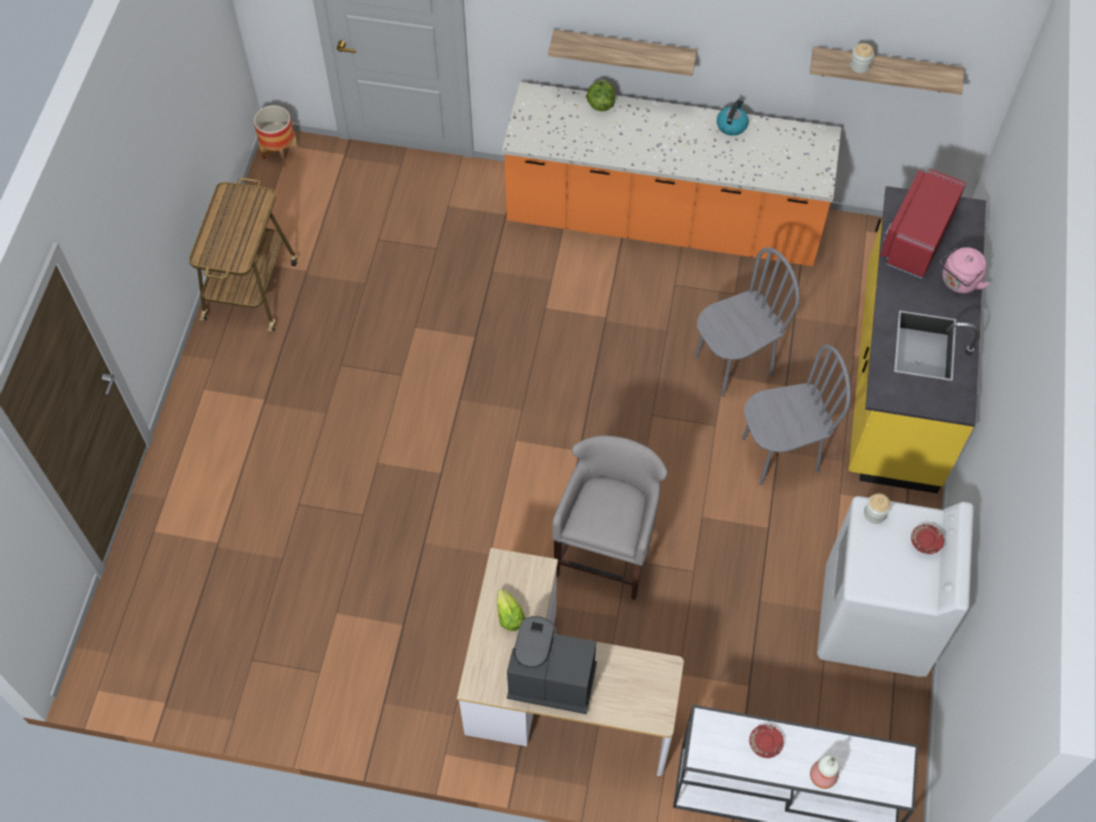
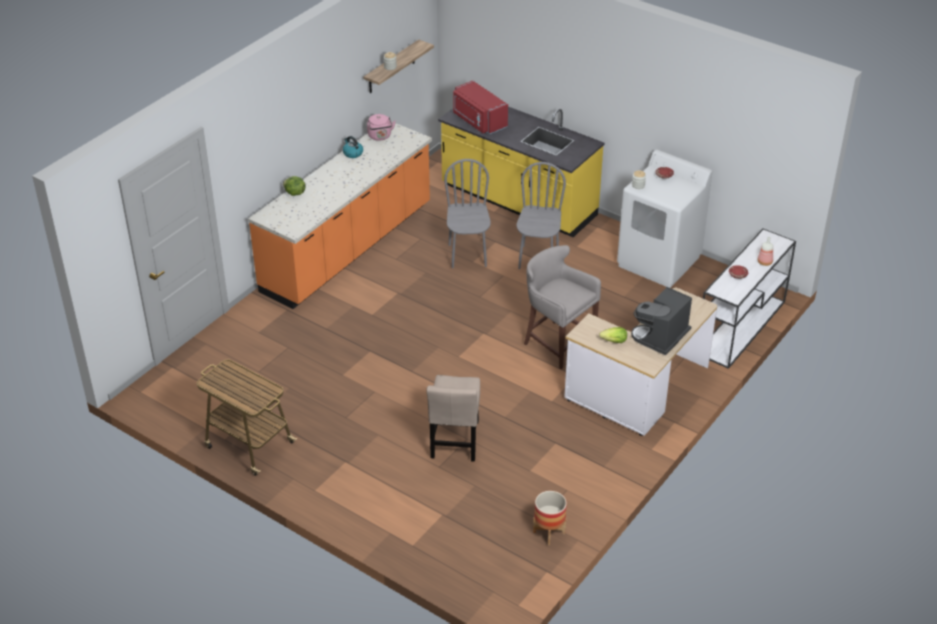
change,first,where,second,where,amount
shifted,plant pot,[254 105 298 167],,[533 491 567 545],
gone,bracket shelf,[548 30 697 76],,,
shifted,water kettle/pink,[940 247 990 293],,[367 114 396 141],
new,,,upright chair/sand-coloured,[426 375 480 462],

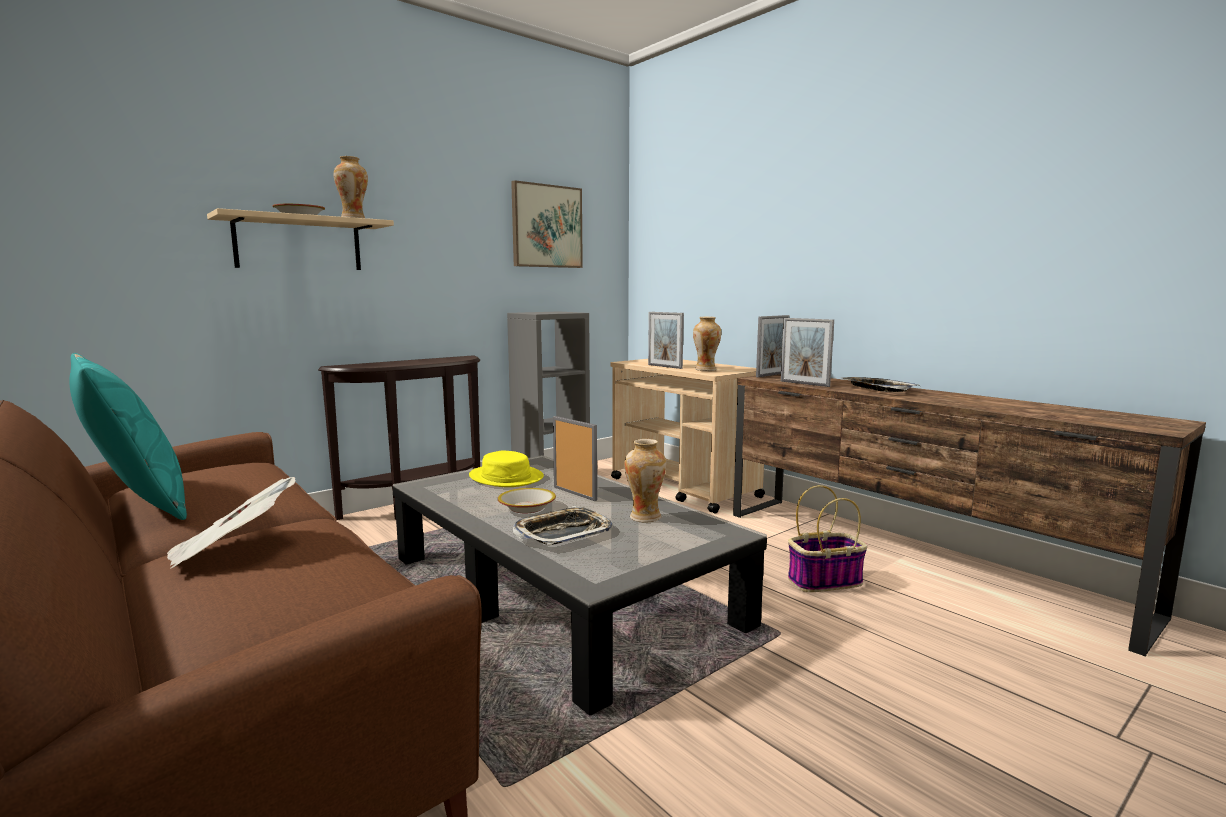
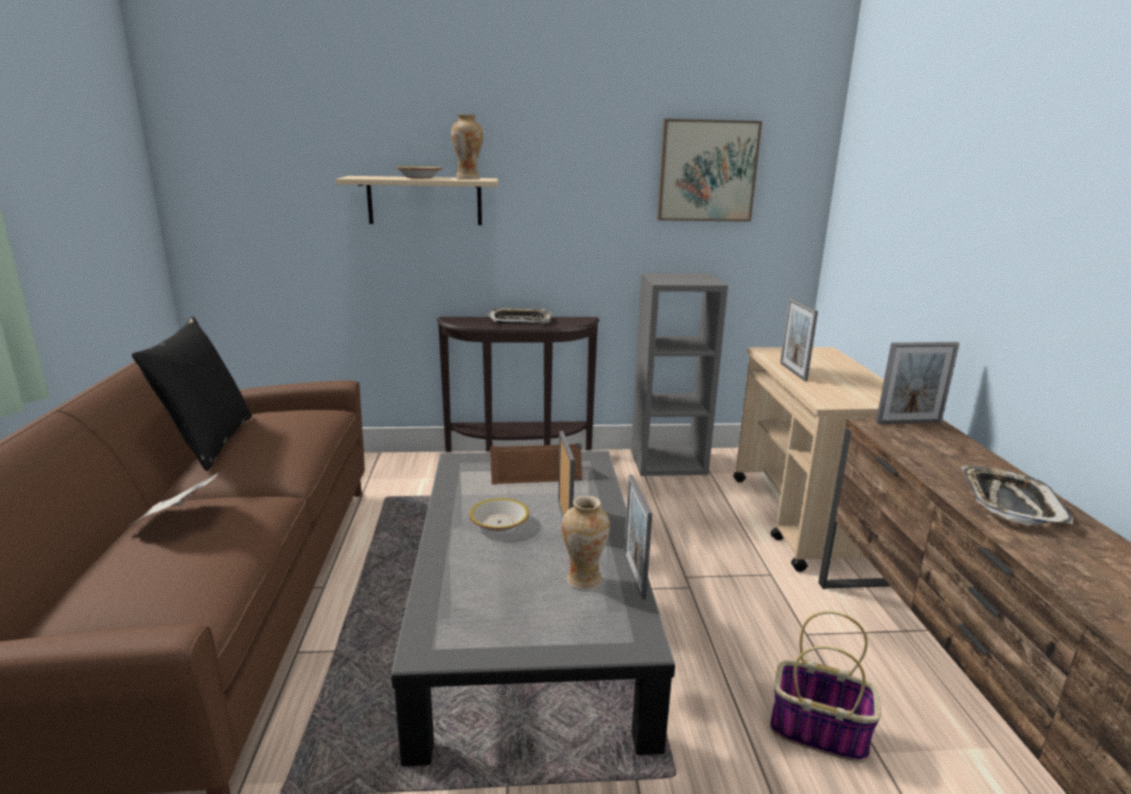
change,first,where,second,where,amount
repainted,cushion/blue-green,[69 353 187 520],cushion/black,[132 316 252 471],
swapped,hat/yellow,[469 450 544 487],speaker/brown-coloured,[490 443 583 484],
shifted,tray,[513 506 613 546],,[487 308 552 325],
gone,vase,[693 317 721 371],,,
shifted,standing frame,[781 318 834 387],,[624 475 652 599],

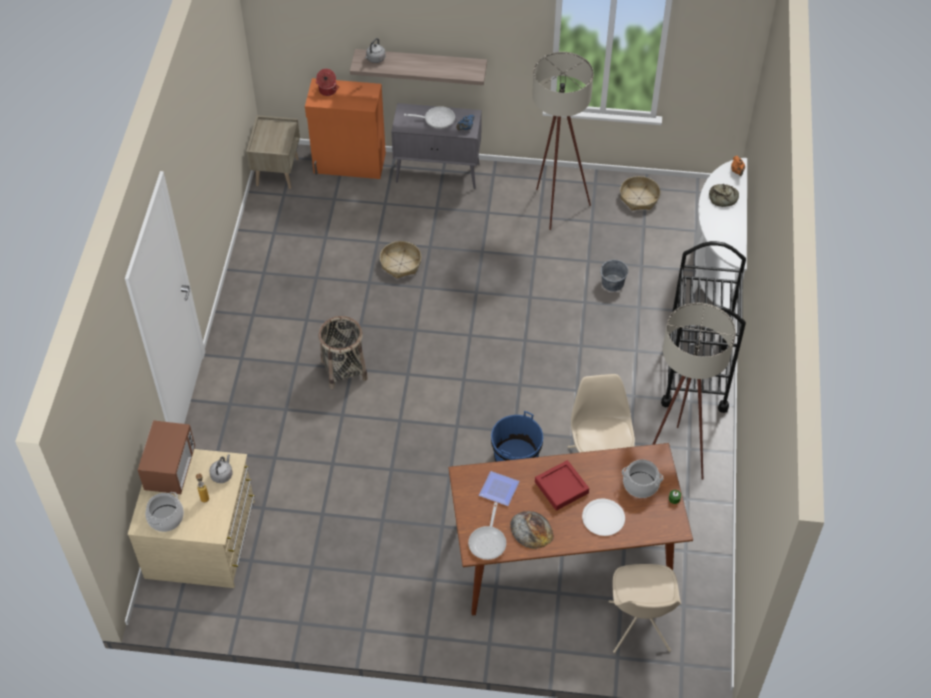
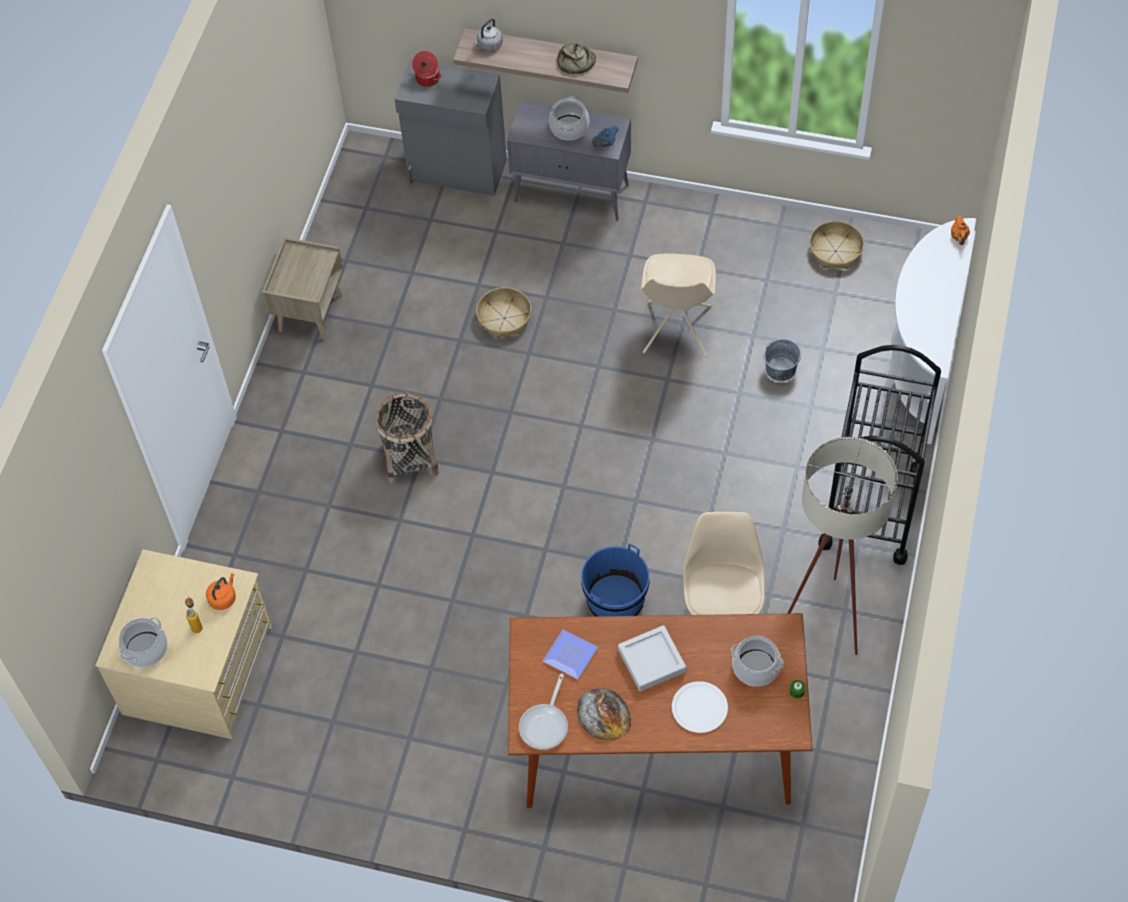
change,first,where,second,where,amount
gone,microwave,[137 420 195 494],,,
repainted,water kettle/greyish,[209 454 233 483],water kettle/orangey,[206 573 236 610],
shifted,nightstand/sand-coloured,[246 115 300 189],,[262 237 343 340],
repainted,cabinet/orangey,[305 78 386 179],cabinet/greyish,[395 59 507 196],
swapped,pan,[404 106 455 129],stockpot,[549 97 589 141],
gone,standing lamp/sand-coloured,[532 52 593 230],,,
repainted,tray/red,[535 460 589 511],tray/greyish,[618 625 686 692],
shifted,upright chair/sand-coloured,[609 564 681 653],,[641 254 716 358],
shifted,baked bread,[709 184 739 207],,[557 43 596 74],

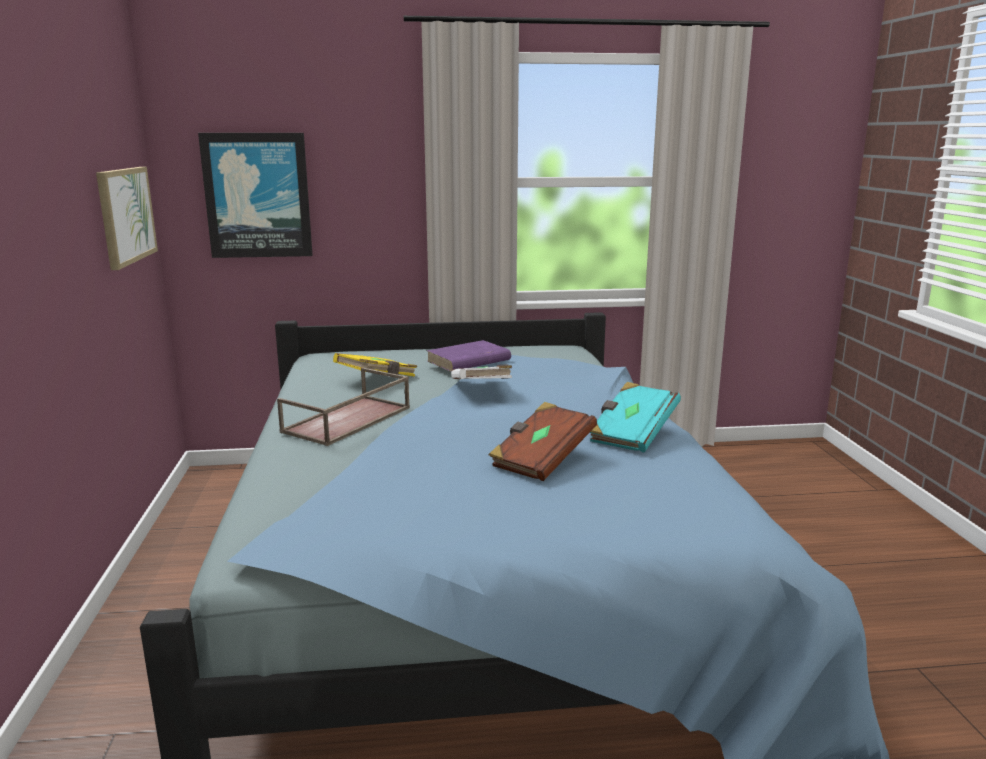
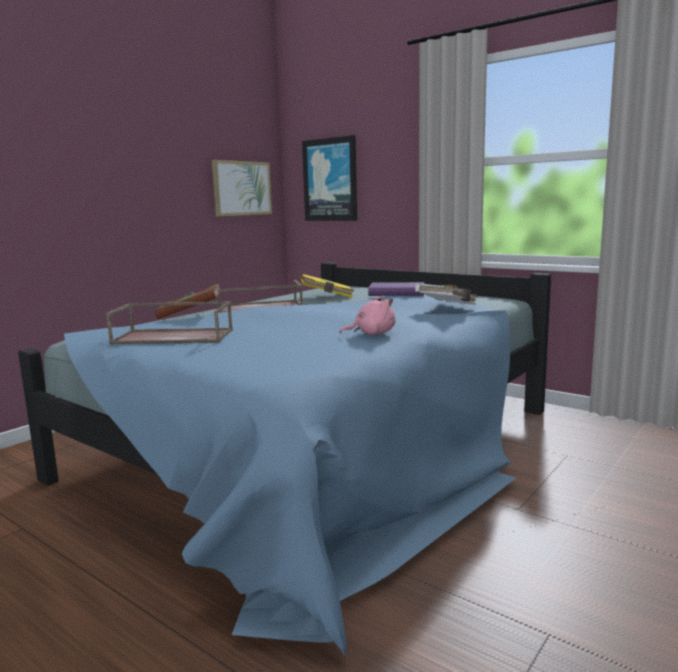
change,first,where,second,where,amount
shifted,book/whitish,[451 364 512 379],,[415 284 478 305],
shifted,book/brown-coloured,[489 402 597 481],,[155 285 220 319],
swapped,book/blue-green,[590 382 681 452],soft toy/pink,[340 296 396 335],
new,,,tray/brown-coloured,[106 301 233 344],

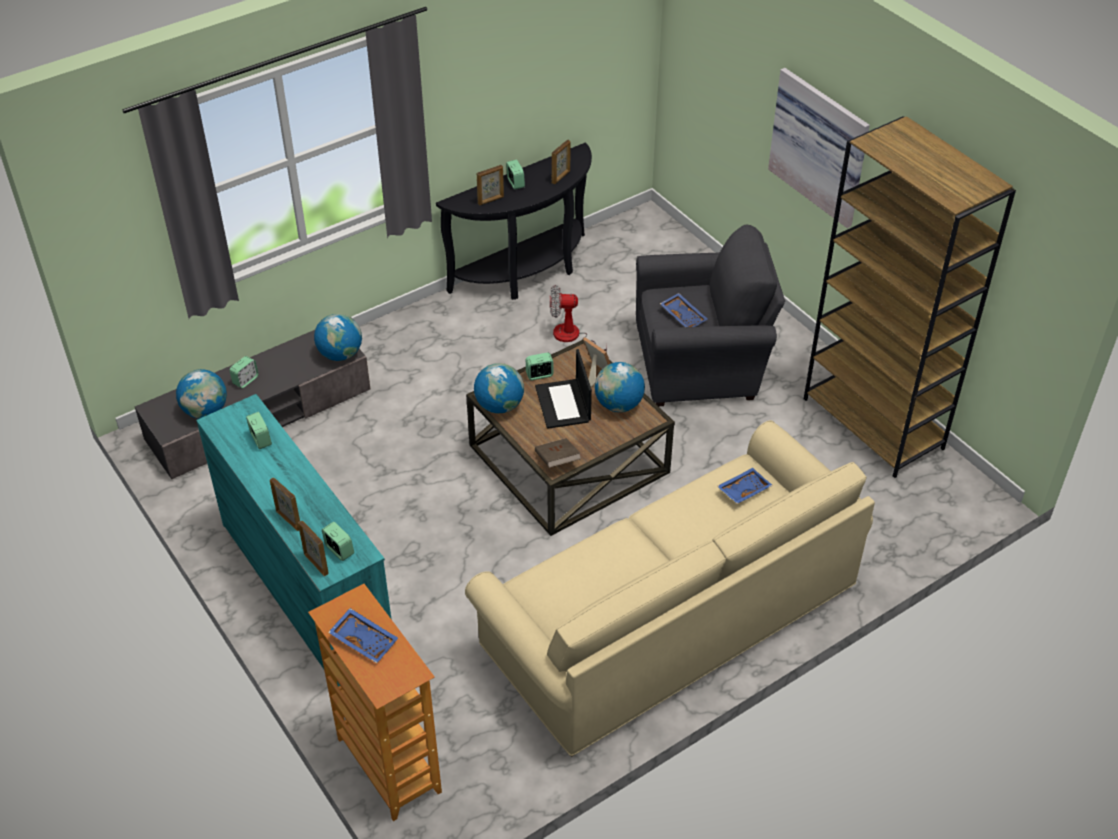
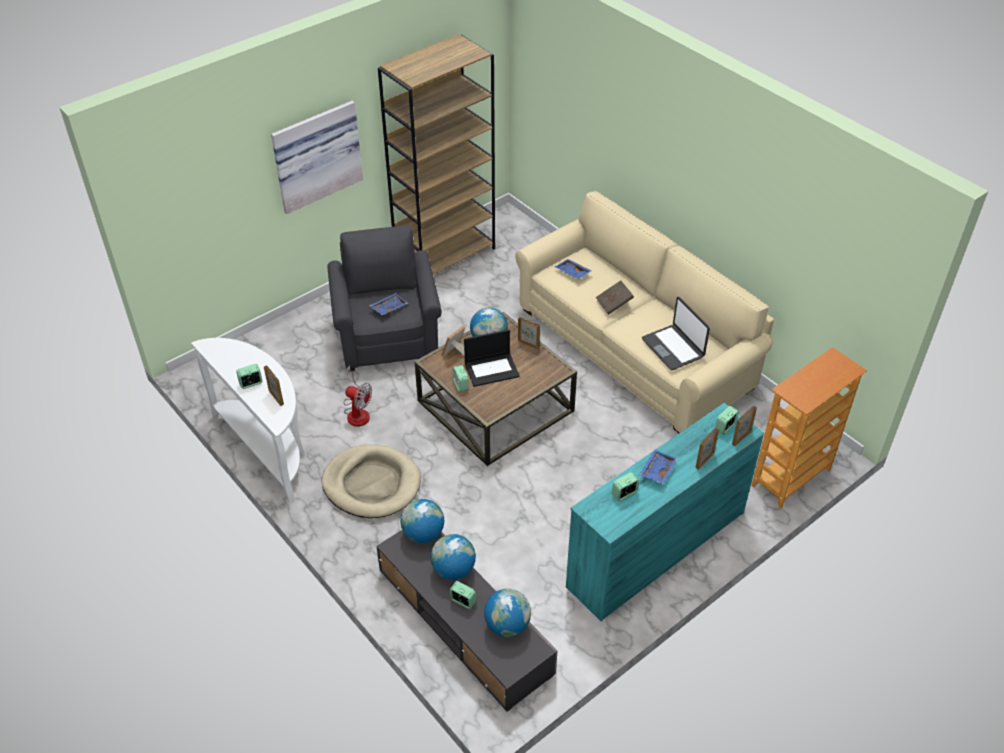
change,first,where,second,where,amount
shifted,tray/blue,[328 608 398 663],,[639 449 678 484],
repainted,console table/black,[436 143 592 300],console table/whitish,[191 338 305 502],
shifted,desk globe,[474 363 524 413],,[431 534 476 580],
shifted,book/brown-coloured,[535 438 581 468],,[595 281 634 315],
rotated,cooling fan,[550 285 607 352],,[344 365 372 427],60 degrees counterclockwise
shifted,standing frame,[552 140 570 184],,[518 317 540 350],
new,,,dog cushion/sand-coloured,[321 444 421 518],
new,,,notebook computer,[642 297 710 370],

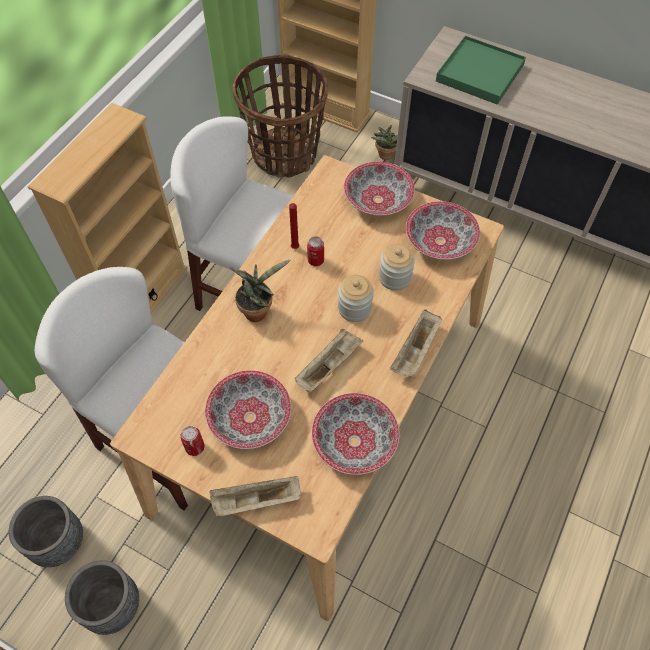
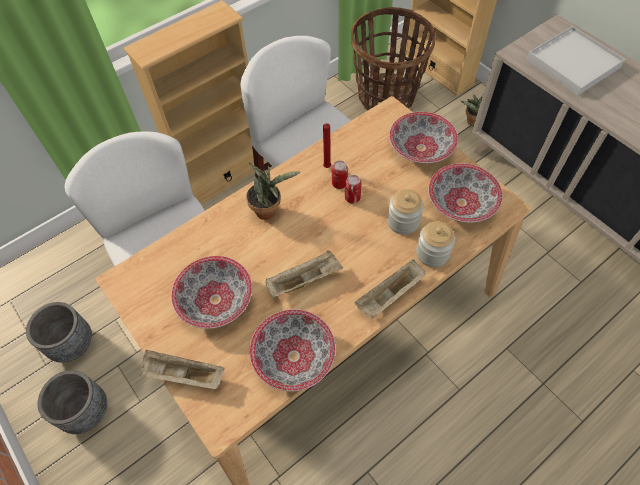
change,first,where,second,where,amount
shifted,can,[180 426 205 456],,[345 175 361 203],
shifted,jar,[338 275 374 322],,[416 221 455 267],
repainted,tray/green-coloured,[436 36 526 105],tray/whitish,[526 26 625 96],

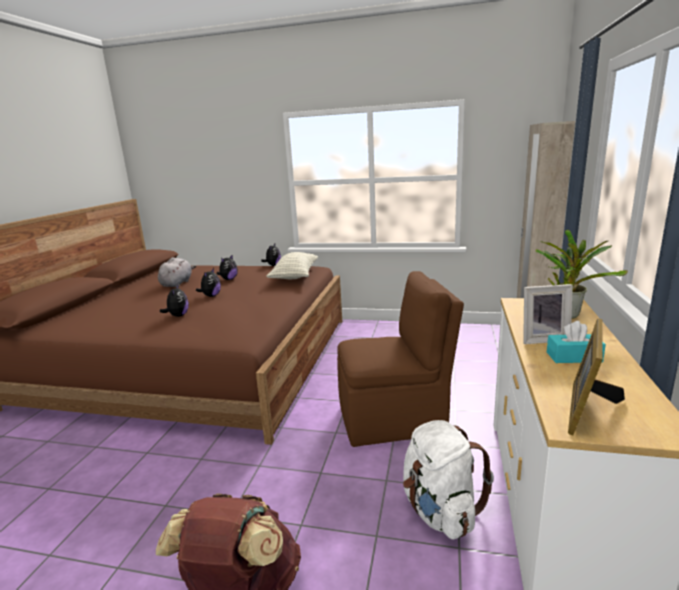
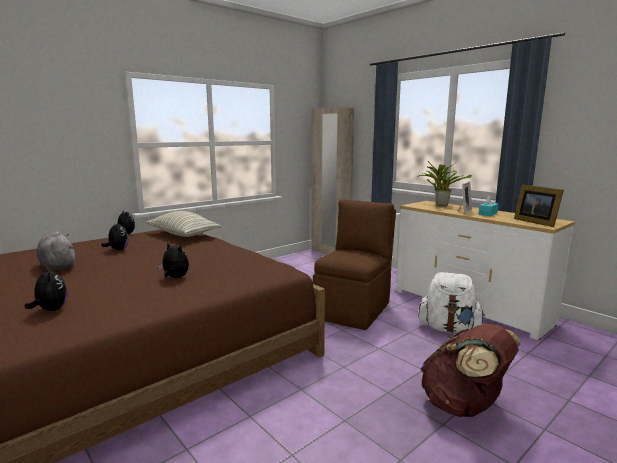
change,first,where,second,where,amount
shifted,soft toy,[196 268 221 297],,[25 265 68 311],

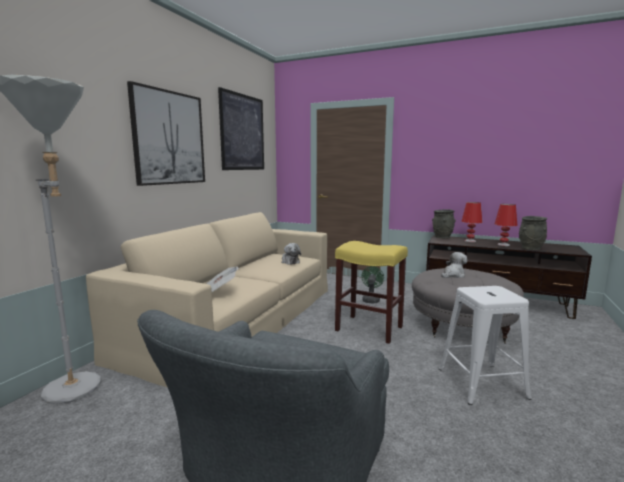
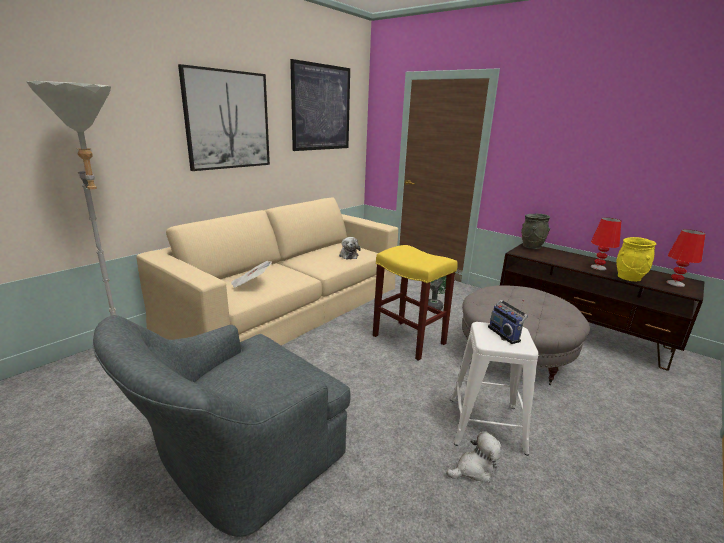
change,first,where,second,where,amount
shifted,soft toy,[441 252 467 278],,[446 431 502 483],
shifted,lamp for a table/red,[462 202 483 242],,[666 229 705 287],
repainted,vase/greyish,[519 216 547 250],vase/yellow,[616 237 656 281],
new,,,radio set,[488 299 528 344],

